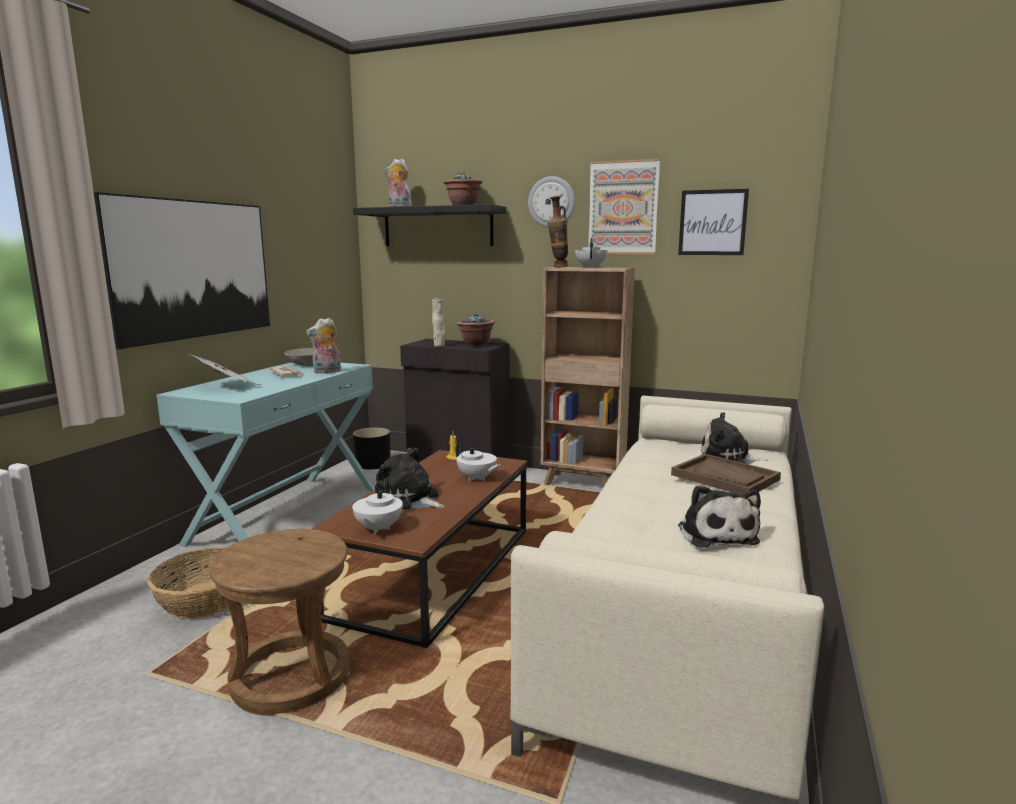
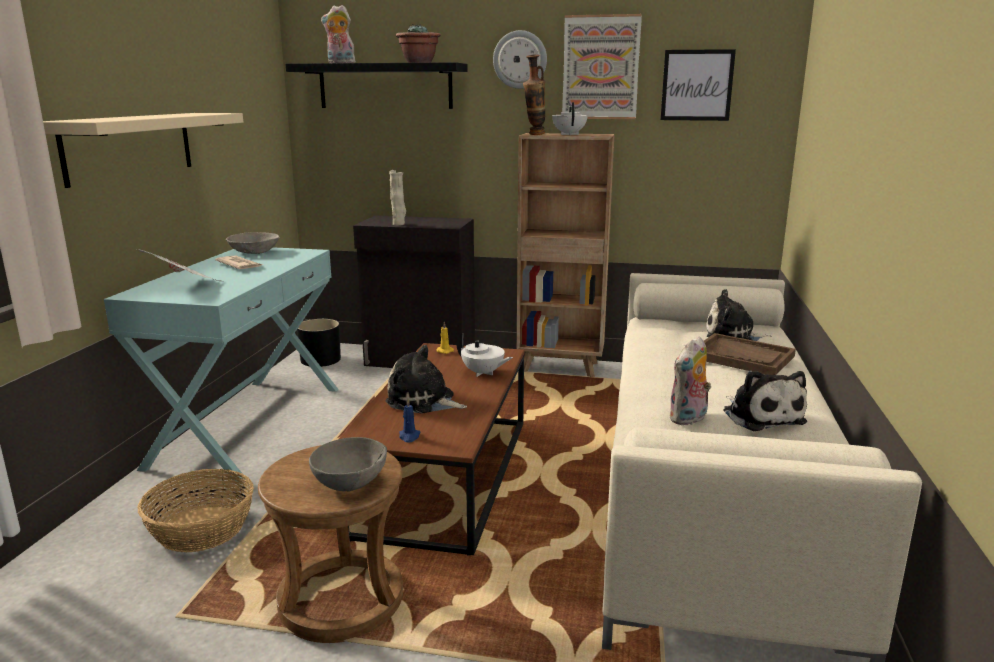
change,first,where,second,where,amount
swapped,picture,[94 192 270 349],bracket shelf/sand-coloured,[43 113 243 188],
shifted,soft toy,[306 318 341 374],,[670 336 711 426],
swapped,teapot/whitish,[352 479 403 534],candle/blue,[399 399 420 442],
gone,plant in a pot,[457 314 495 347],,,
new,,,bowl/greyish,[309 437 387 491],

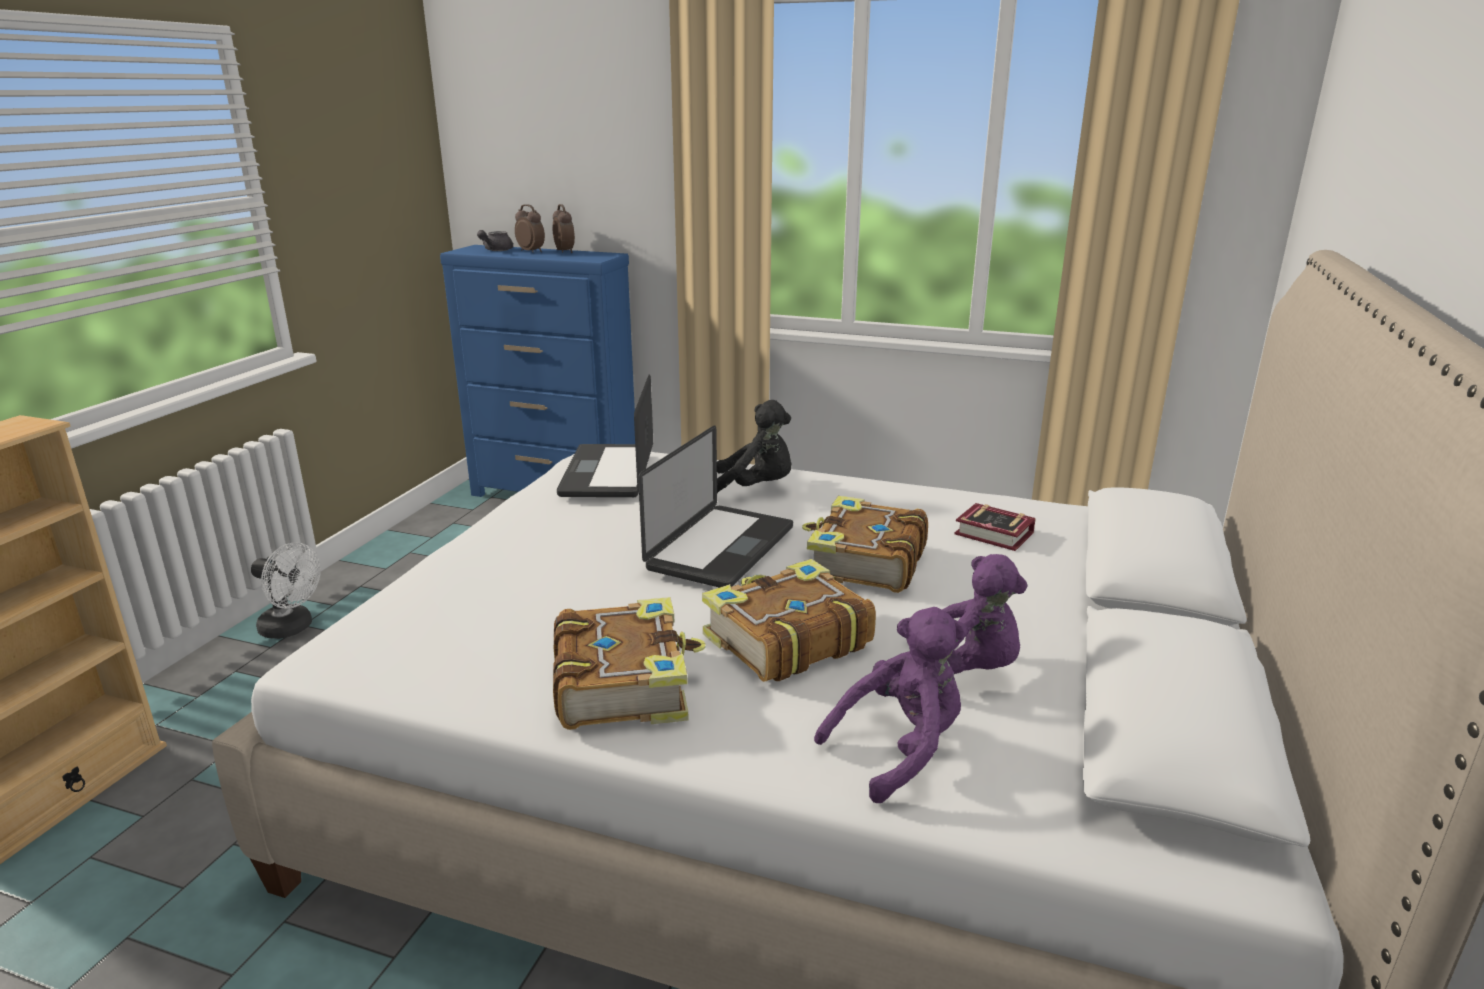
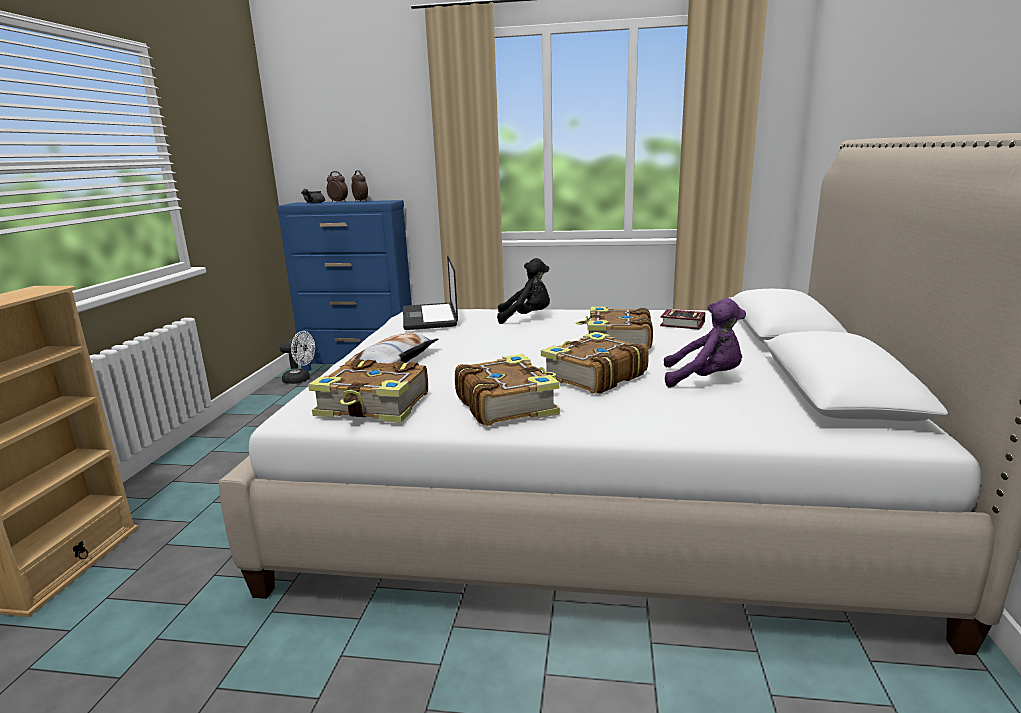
change,first,where,second,where,amount
shifted,cooling fan/whitish,[251 542 321 639],,[279 331 315 384],
gone,notebook computer,[638 425 793 588],,,
gone,soft toy/purple-coloured,[814 607 967 803],,,
new,,,book,[308 359 428 423],
new,,,cushion,[340 333 439 368],

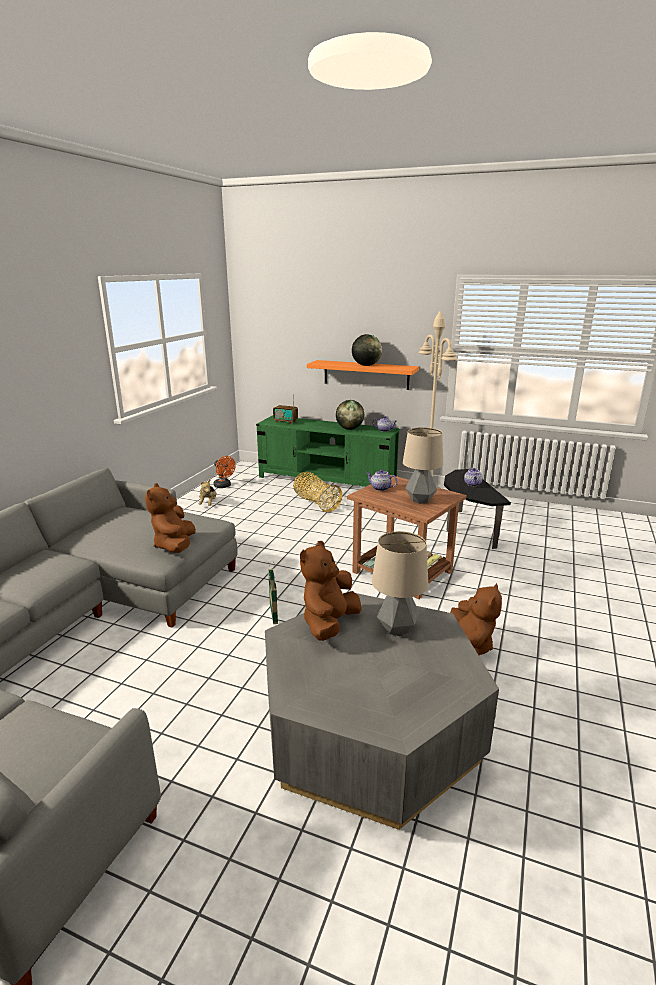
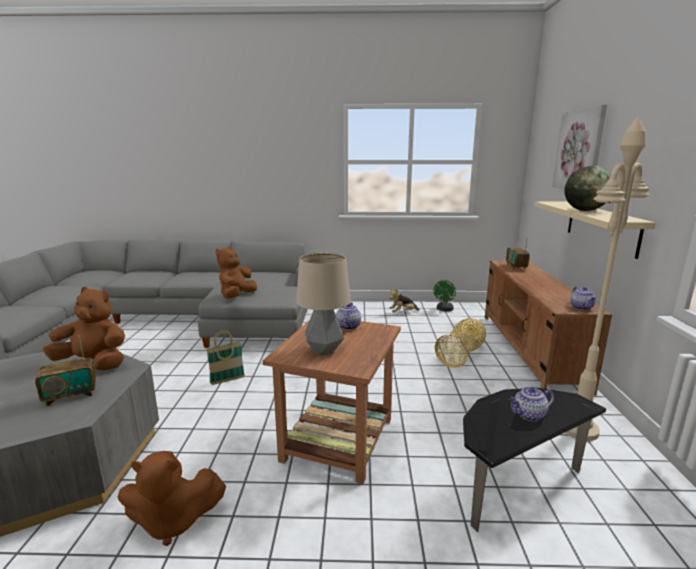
change,first,where,second,where,amount
rotated,soft toy/brown-coloured,[145 483 196 553],,[215 247 257 299],45 degrees counterclockwise
repainted,cooling fan/orangey,[213 456 236 488],cooling fan/green-coloured,[434 280 456 311],
repainted,tv unit/green-coloured,[256 416 399 487],tv unit/brown-coloured,[485 260 612 396],
repainted,bracket shelf/orangey,[307 360 419 390],bracket shelf/sand-coloured,[534 201 656 259],
gone,desk globe,[336 400 364 430],,,
swapped,lamp for a table,[372 531 428 636],radio set,[35 335 96 406],
new,,,picture,[552 104 607 189],

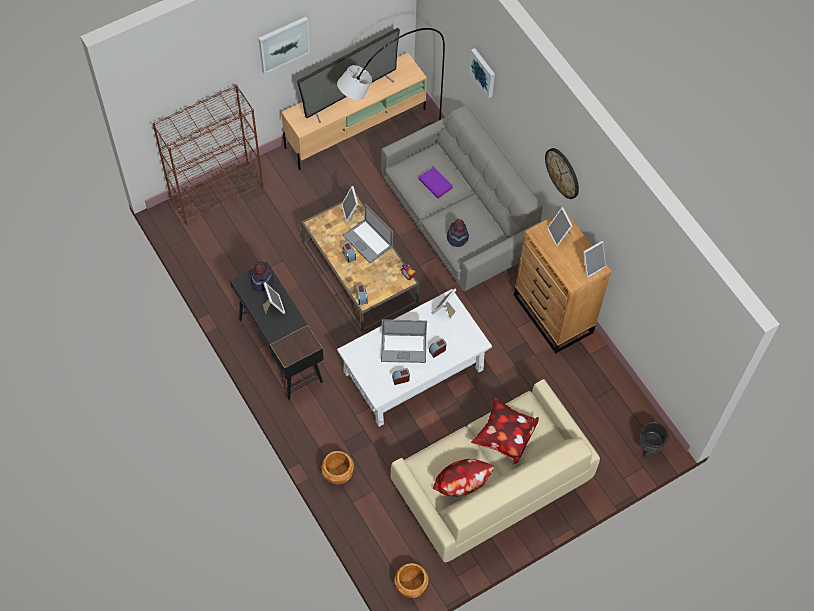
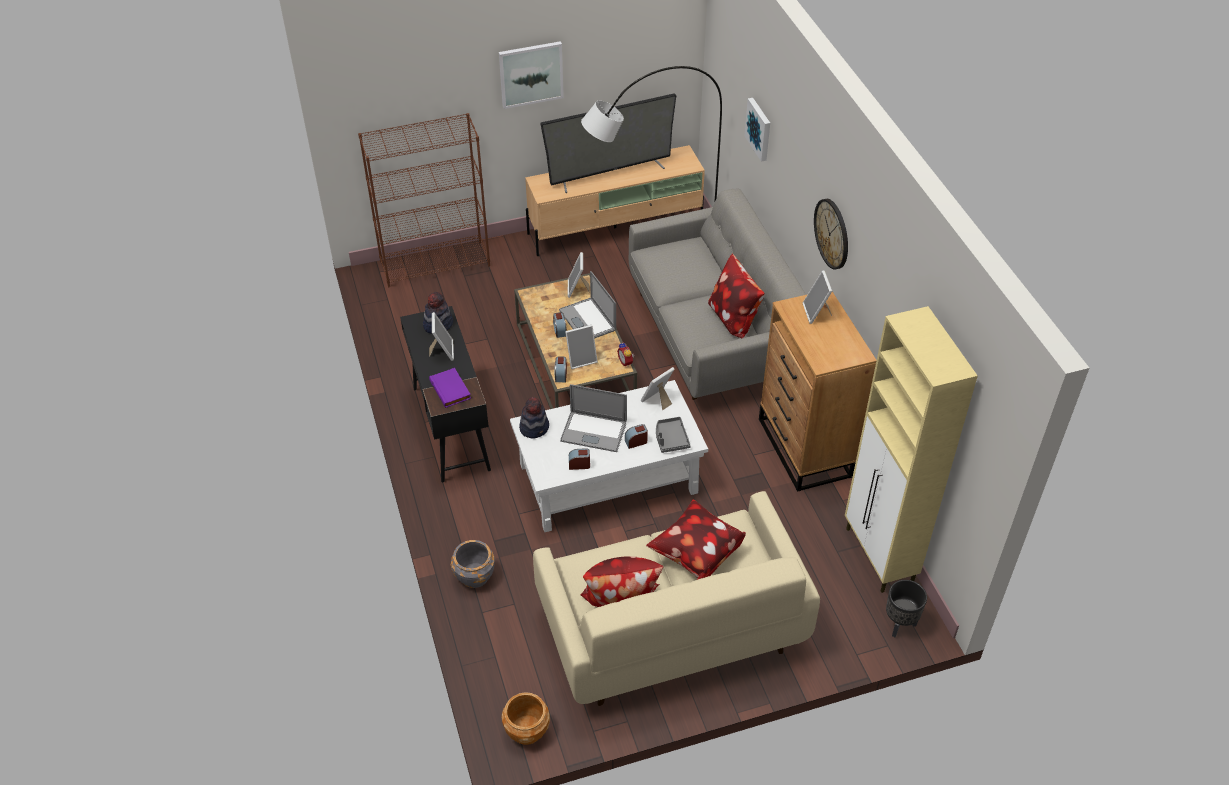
change,first,where,second,where,amount
repainted,plant pot/brown-coloured,[322 451 354 484],plant pot/greyish,[451 540 495 588],
shifted,book/purple-coloured,[419 167 453 199],,[429 368 471 408],
shifted,hat,[447 219 469 247],,[519 397 549 438],
shifted,standing frame,[582 241 606 278],,[565 325 598 369],
new,,,tray/greyish,[656 417 691 453],
new,,,cushion,[708 253 765 338],
new,,,cabinet/sand-coloured,[845 306 978 593],

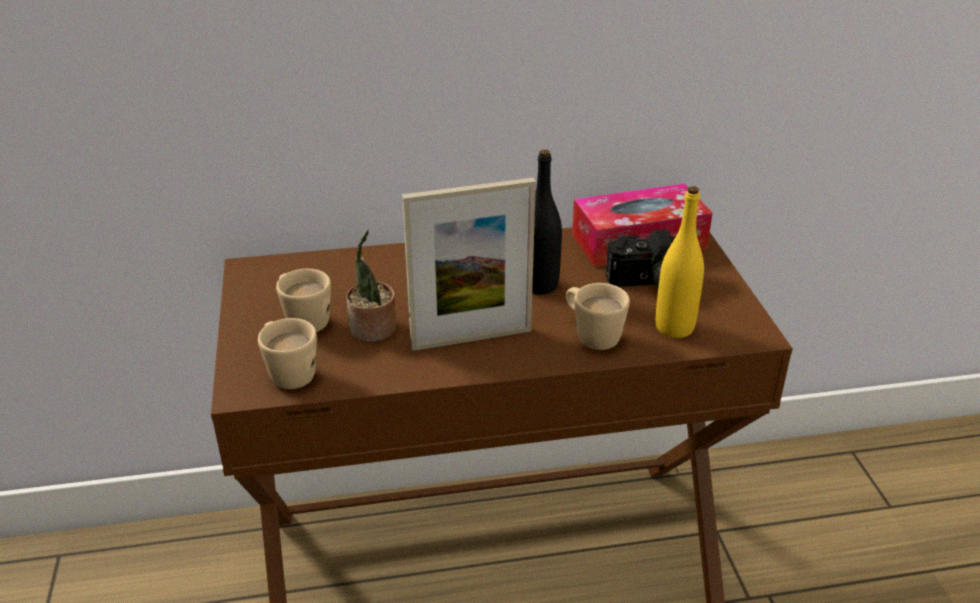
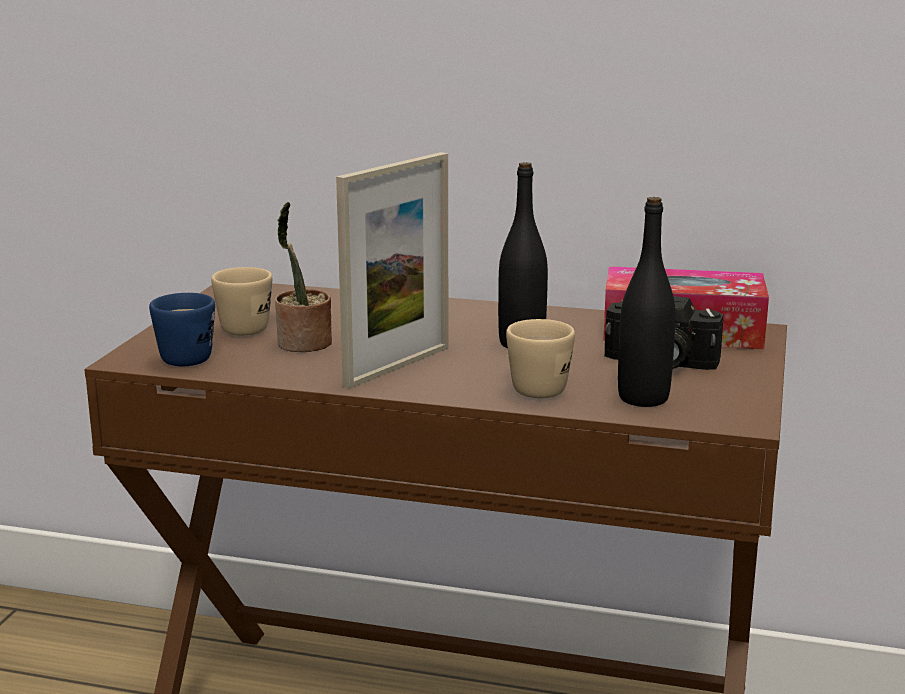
change,first,where,second,where,amount
repainted,tea mug/sand-coloured,[258 318 317 389],tea mug/blue,[149 293 215 366],
rotated,standing frame,[402 178 536 351],,[336 152 448 389],60 degrees counterclockwise
repainted,beverage bottle/yellow,[656 186 704 338],beverage bottle/black,[618 197 676 407],

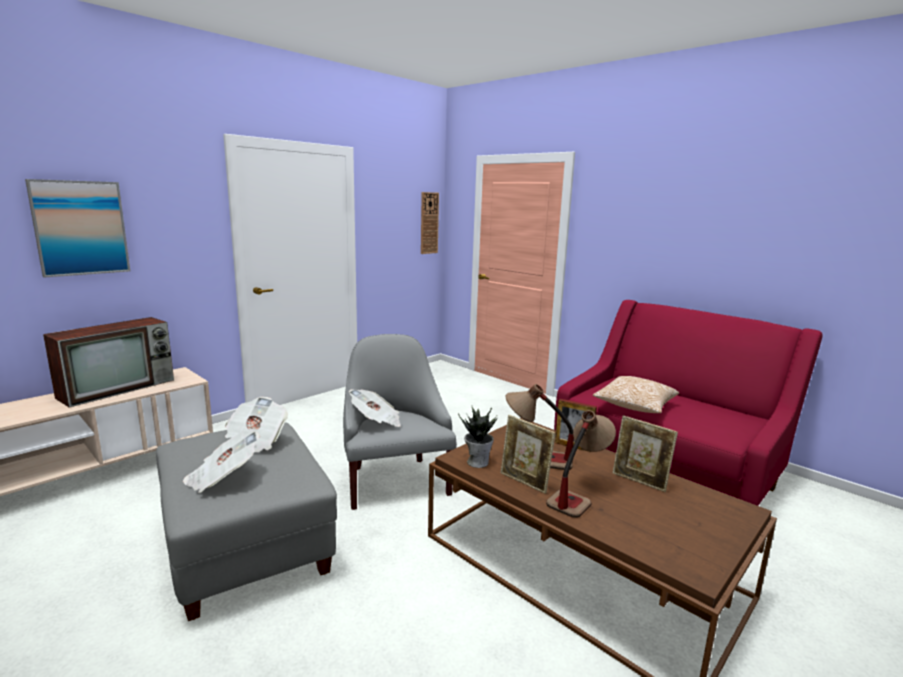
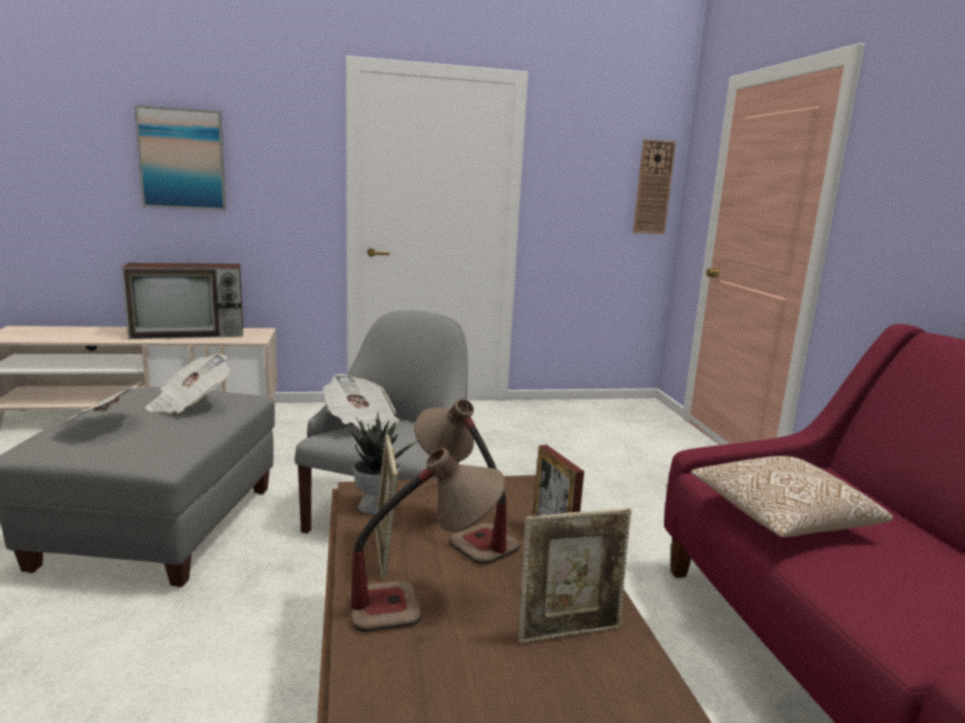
change,first,where,second,where,amount
rotated,standing frame,[613 415 678 492],,[518 508 631 644],90 degrees counterclockwise

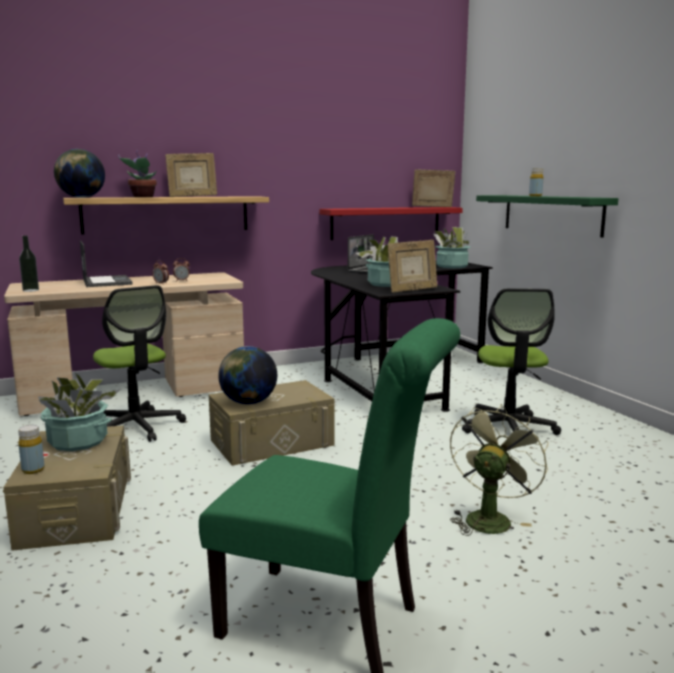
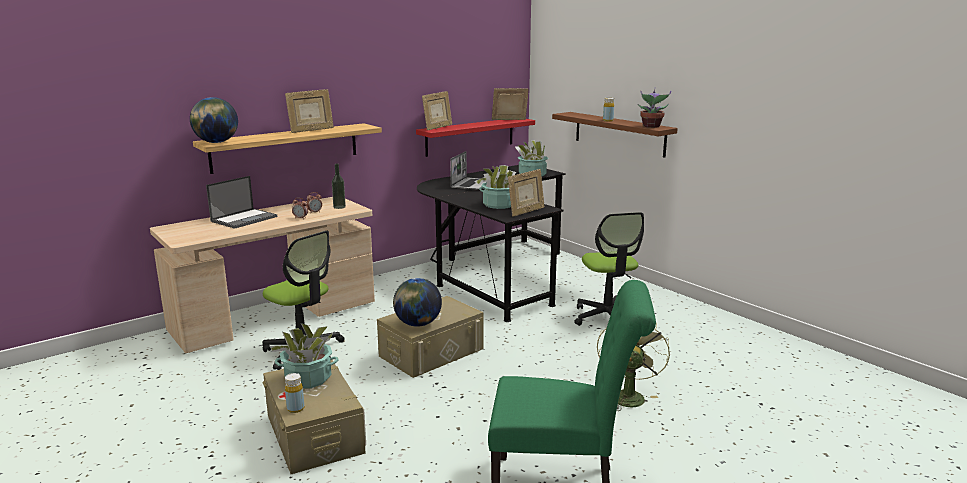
change,first,where,second,where,amount
shifted,beverage bottle,[19 236 39 292],,[332 164 346 209],
rotated,notebook computer,[80 240 133 287],,[206 176 277 229],75 degrees clockwise
shifted,plant in a pot,[118 150 157 197],,[638 87 671 128],
repainted,bracket shelf/green-coloured,[476 195 618 238],bracket shelf/brown-coloured,[552 112 678 158],
new,,,standing frame,[422 91 452 130],

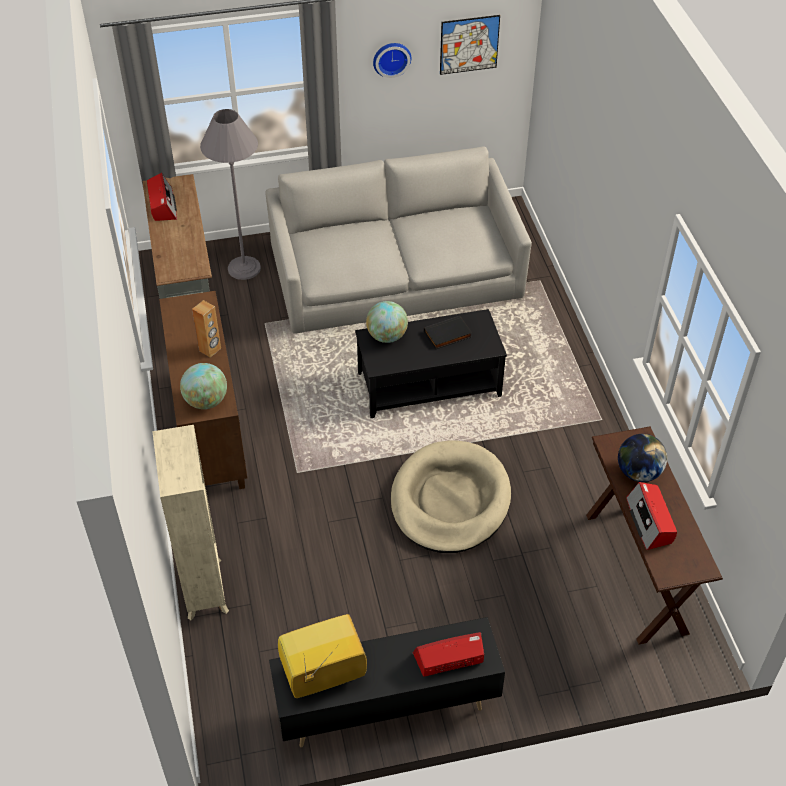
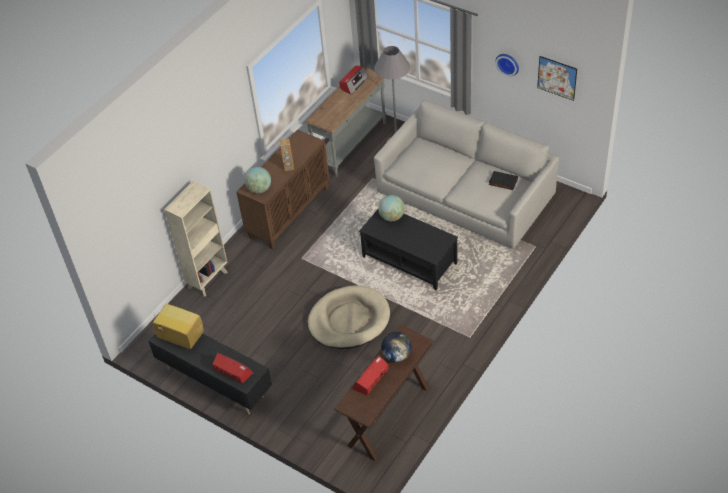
change,first,where,second,where,amount
shifted,book/black,[424 316 472 349],,[489 171 518 190],

